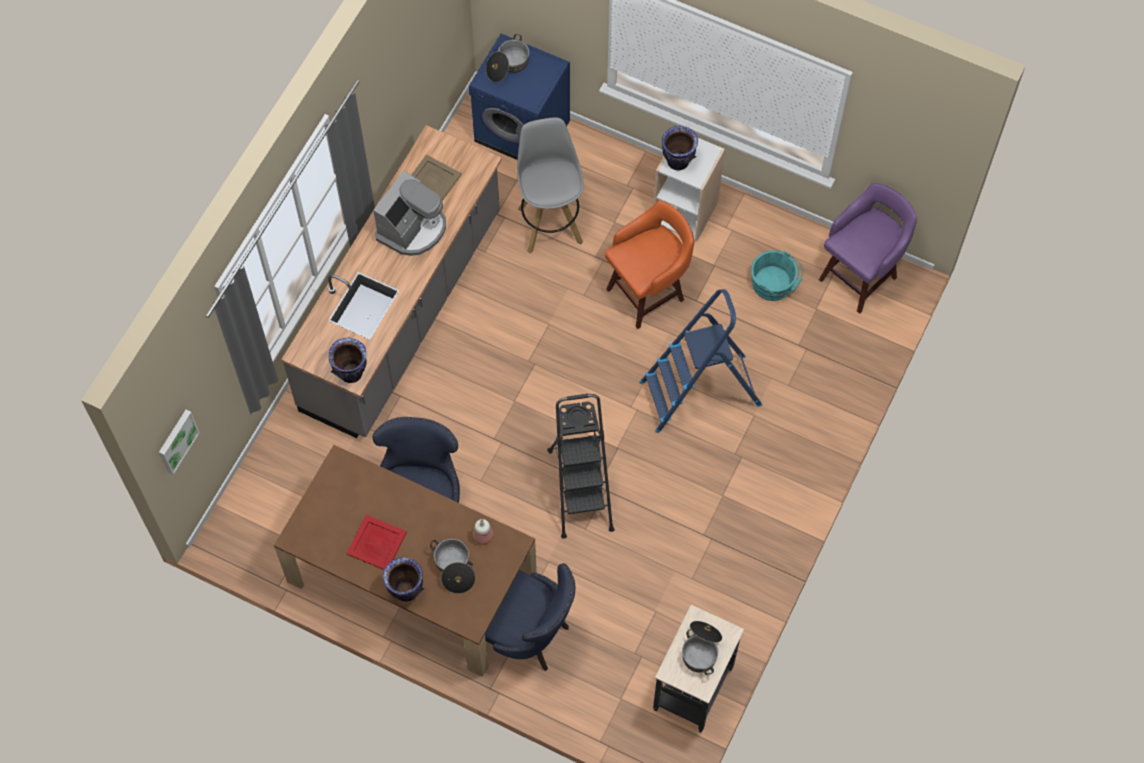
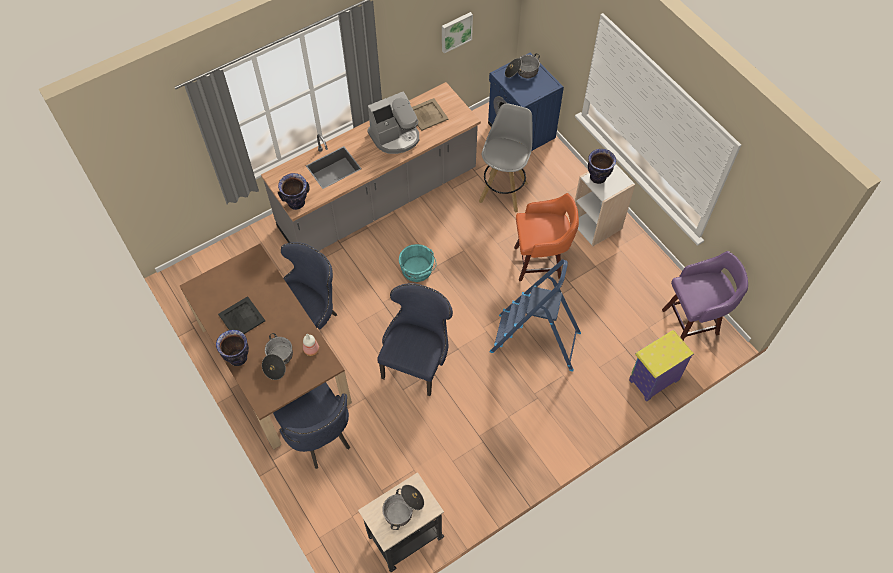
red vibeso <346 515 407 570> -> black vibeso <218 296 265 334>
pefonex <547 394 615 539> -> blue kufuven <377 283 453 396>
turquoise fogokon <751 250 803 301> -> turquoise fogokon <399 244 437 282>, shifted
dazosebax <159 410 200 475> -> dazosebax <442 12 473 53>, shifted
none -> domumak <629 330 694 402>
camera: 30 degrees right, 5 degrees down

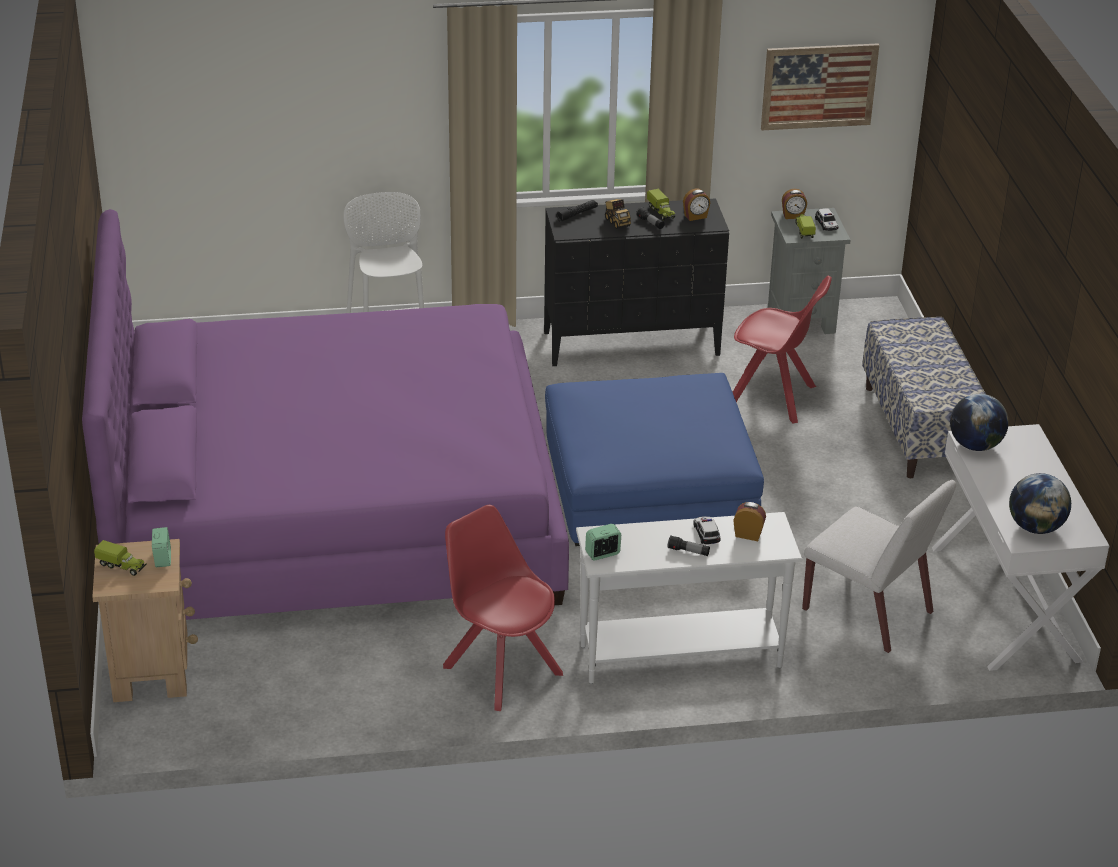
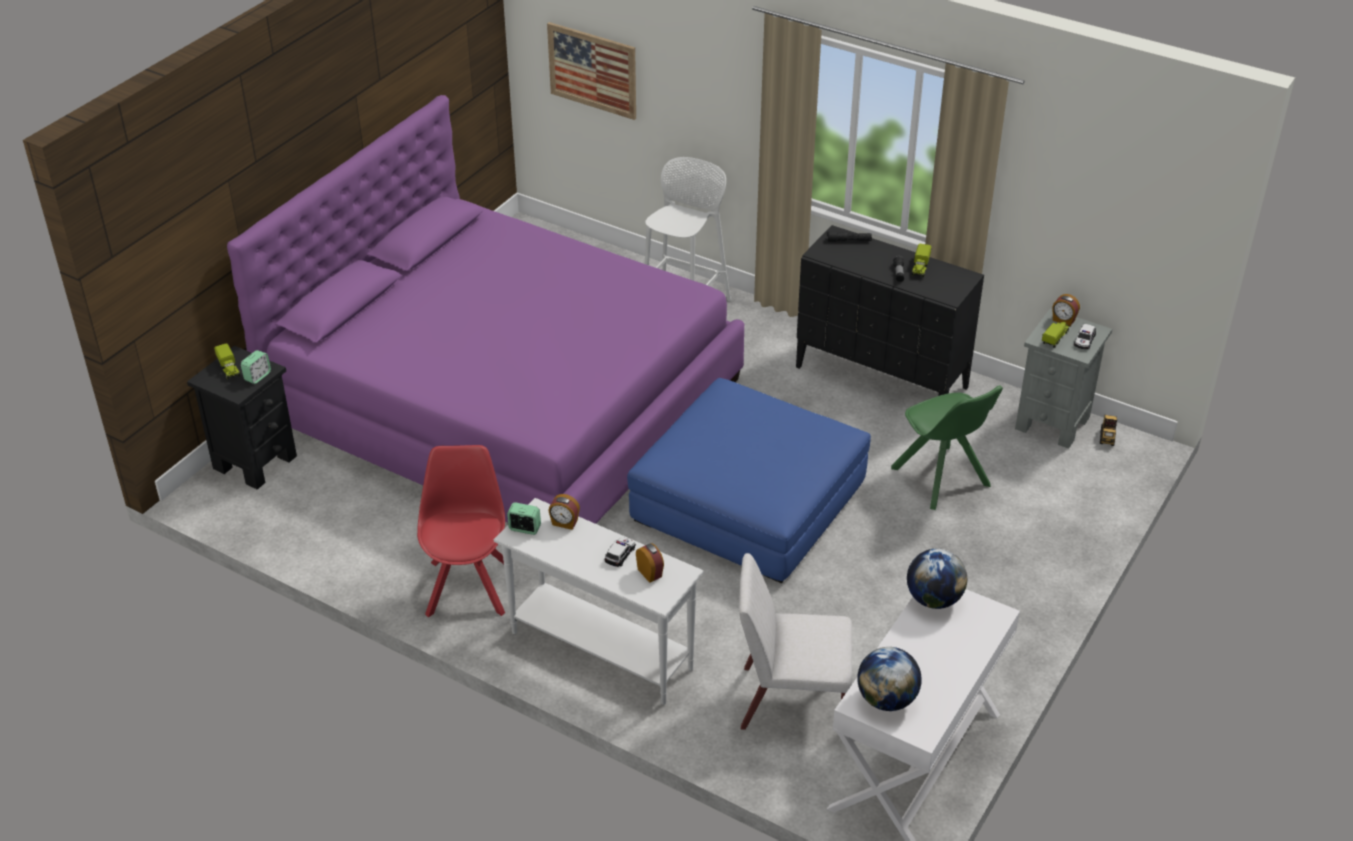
beige domumak <92 539 198 702> -> black domumak <187 346 297 490>
dazosebax <761 43 879 130> -> dazosebax <547 22 636 120>, shifted
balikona <683 189 710 221> -> balikona <548 494 580 530>, shifted
white kufuven <802 480 957 653> -> white kufuven <739 553 852 730>, 105 degrees clockwise
red kufuven <733 276 832 423> -> green kufuven <891 386 1003 510>
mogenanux <605 199 631 229> -> mogenanux <1100 415 1117 446>, shifted
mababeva <668 535 710 556> -> none
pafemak <862 317 986 478> -> none
camera: 40 degrees right, 5 degrees up

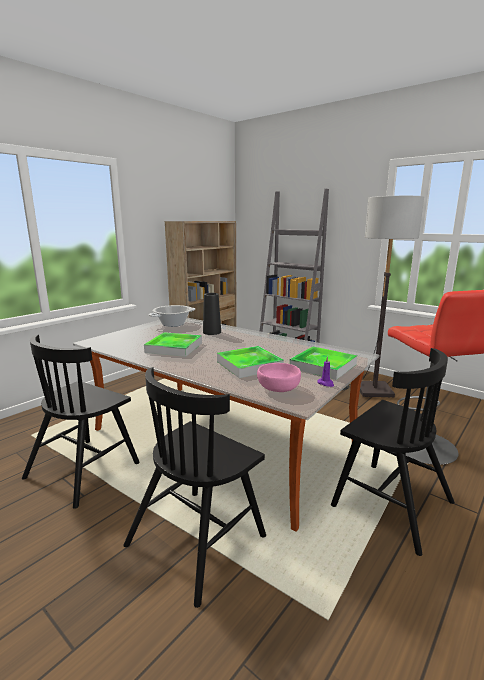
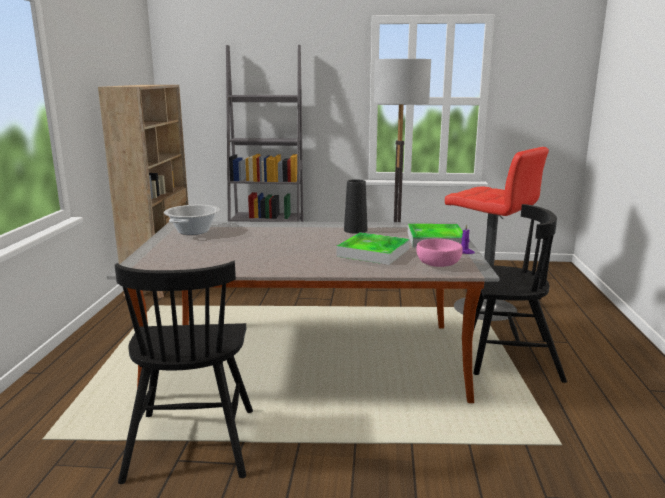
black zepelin <203 293 221 335> -> black zepelin <344 179 367 234>, shifted
black kufuven <123 367 266 608> -> none
vibeso <144 332 202 357> -> none
camera: 35 degrees left, 0 degrees up

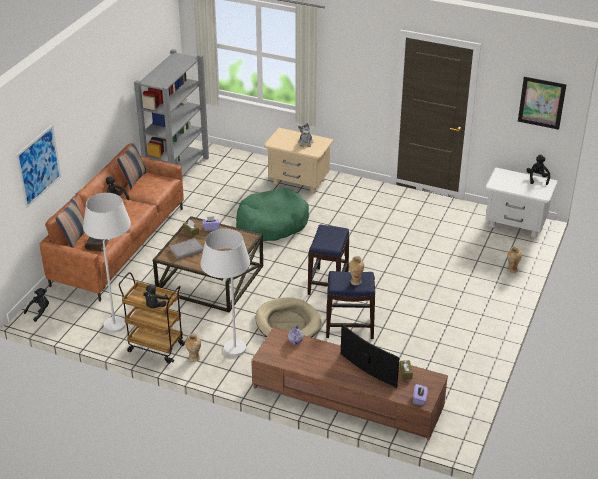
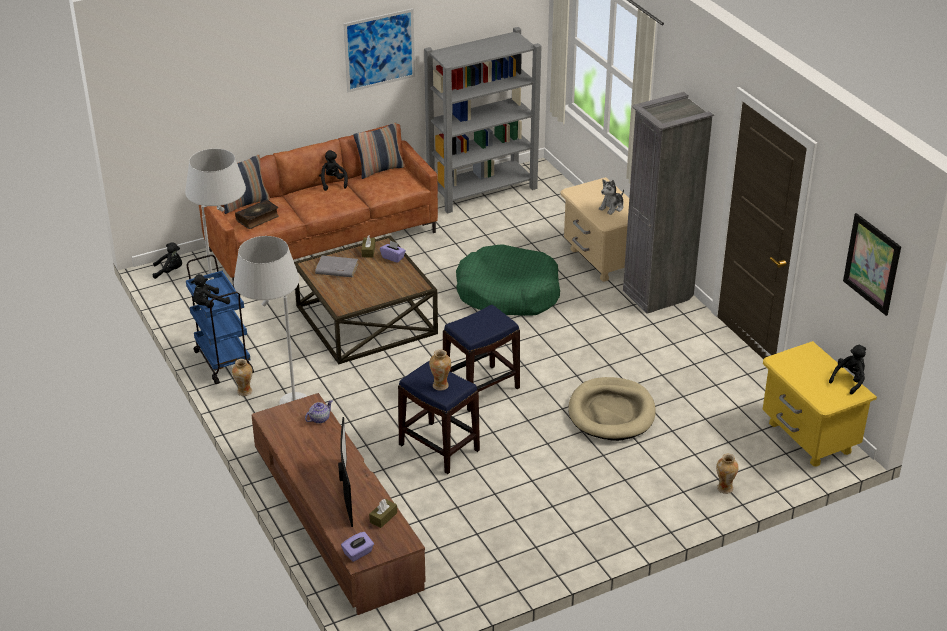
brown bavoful <119 272 185 364> -> blue bavoful <186 255 254 384>
dazosebax <16 125 61 208> -> dazosebax <343 8 415 92>, shifted
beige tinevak <256 297 322 338> -> beige tinevak <568 377 656 441>, shifted
none -> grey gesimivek <623 92 714 314>
white domumak <486 168 558 238> -> yellow domumak <763 341 877 467>
camera: 40 degrees right, 0 degrees up

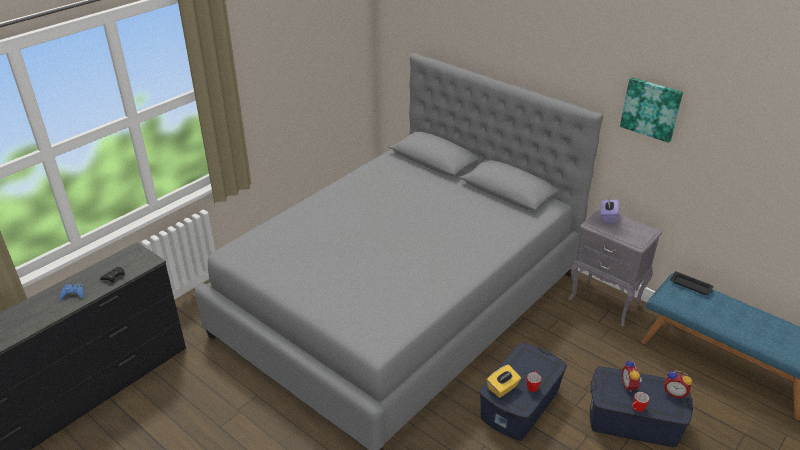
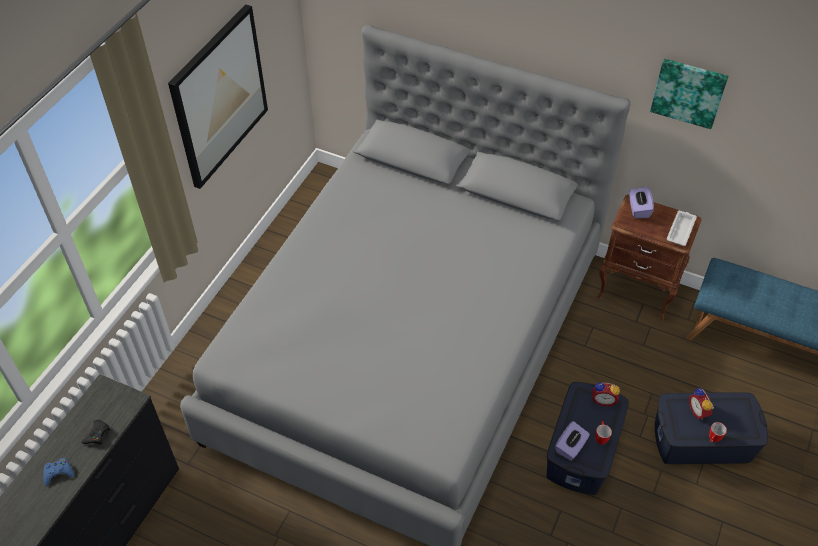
none -> dazosebax <168 5 268 189>
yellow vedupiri <487 365 521 398> -> purple vedupiri <555 421 590 461>
balikona <664 370 692 398> -> balikona <592 382 620 406>, shifted
grey domumak <568 208 662 327> -> brown domumak <596 195 702 322>
none -> white vibeso <667 211 697 246>
black vibeso <670 271 714 295> -> none
camera: 15 degrees left, 15 degrees up

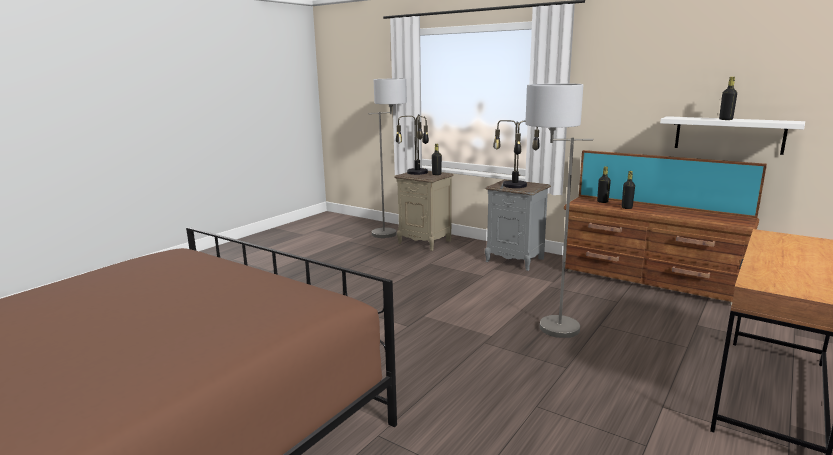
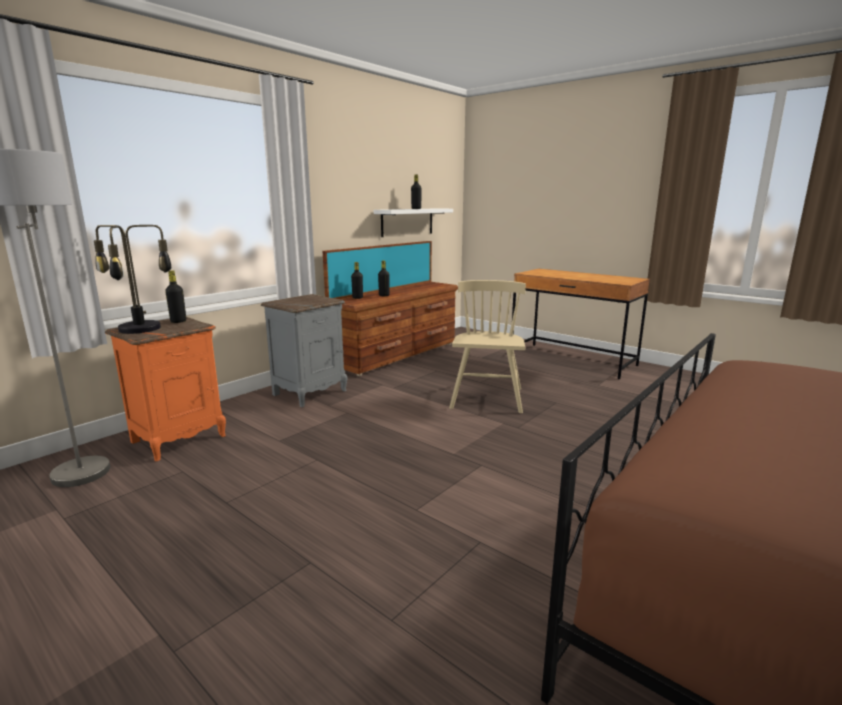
beige domumak <394 171 454 251> -> orange domumak <105 317 226 461>
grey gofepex <525 83 593 338> -> beige kufuven <449 280 526 413>
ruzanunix <493 120 539 188> -> none
camera: 85 degrees left, 0 degrees up

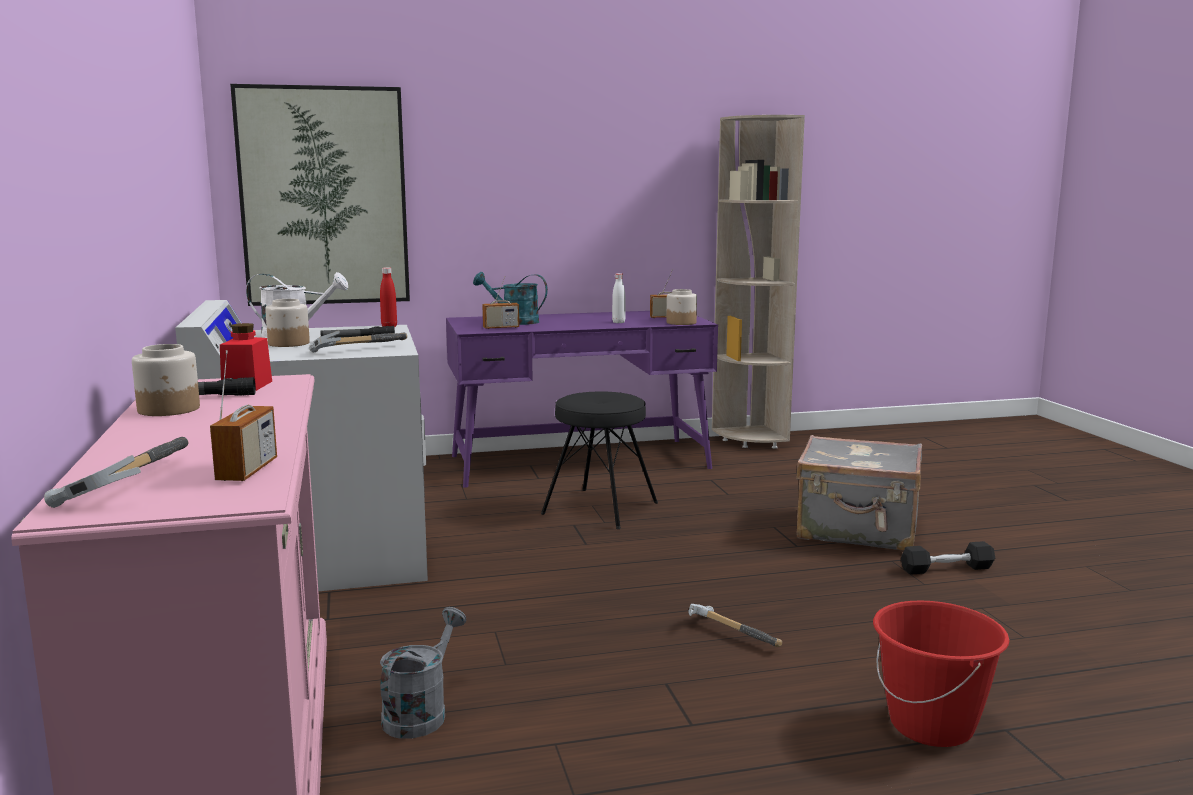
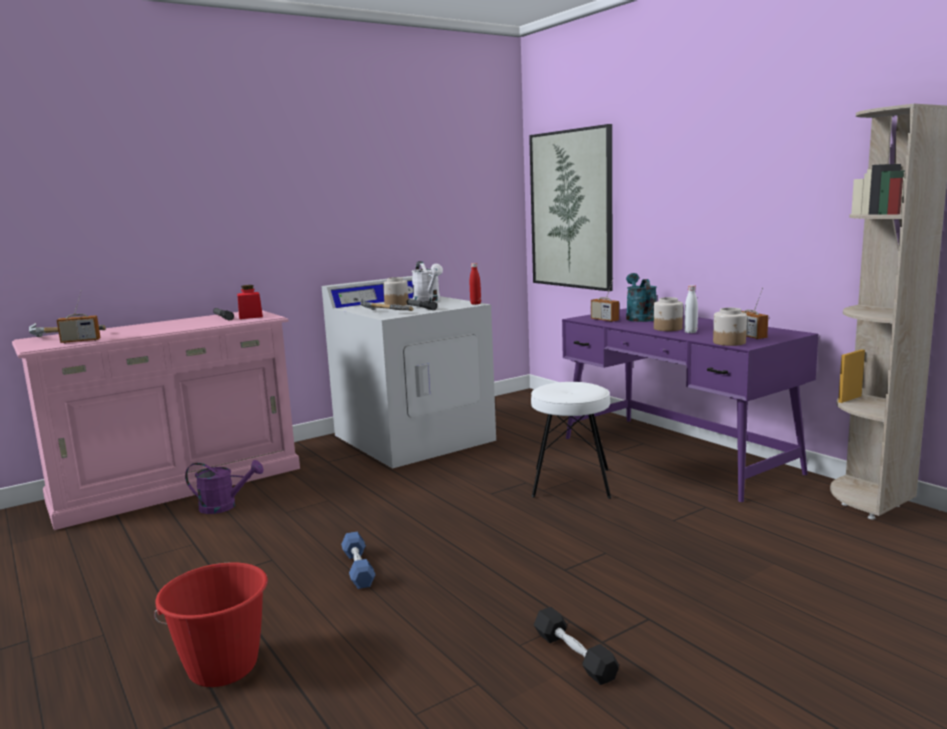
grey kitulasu <380 607 466 739> -> purple kitulasu <185 460 263 514>
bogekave <688 604 782 647> -> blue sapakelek <341 532 375 589>
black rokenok <541 392 658 529> -> white rokenok <531 382 611 499>
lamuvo <132 344 200 416> -> lamuvo <654 297 683 331>, shifted
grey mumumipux <796 435 922 551> -> none
camera: 70 degrees right, 0 degrees up

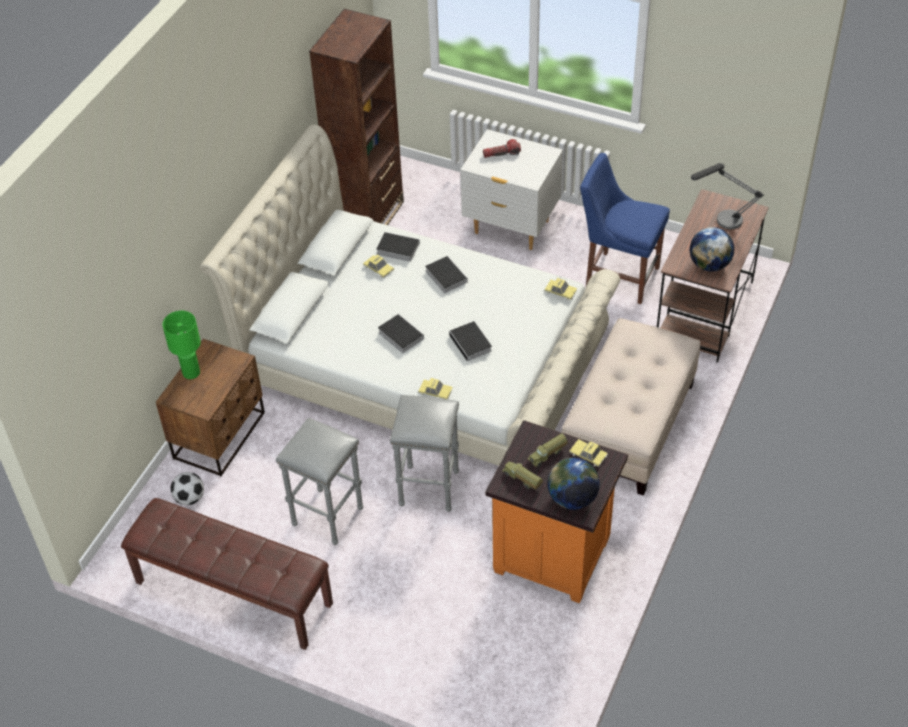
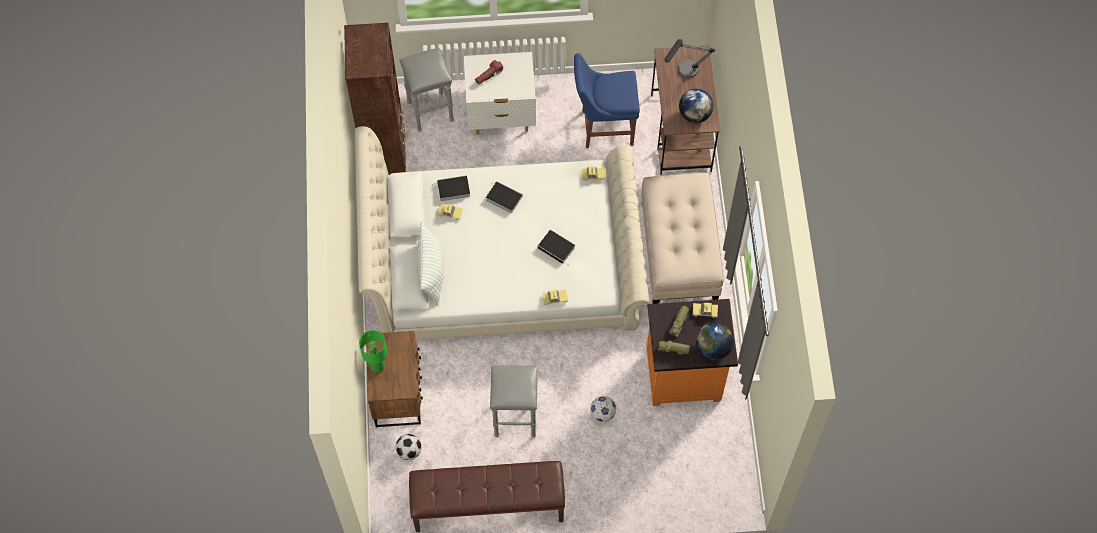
grey rokenok <390 395 459 512> -> grey rokenok <400 48 454 132>, shifted
none -> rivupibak <417 222 444 305>
none -> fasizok <590 396 616 422>
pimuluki <378 314 424 353> -> none
camera: 30 degrees left, 15 degrees up

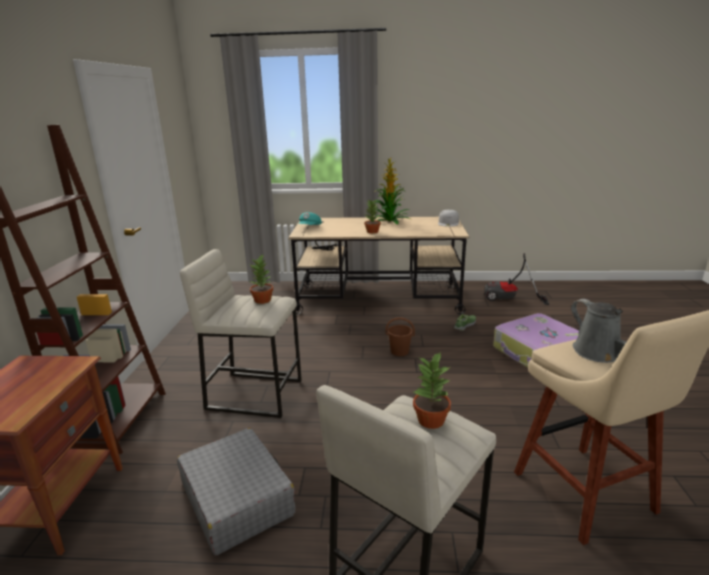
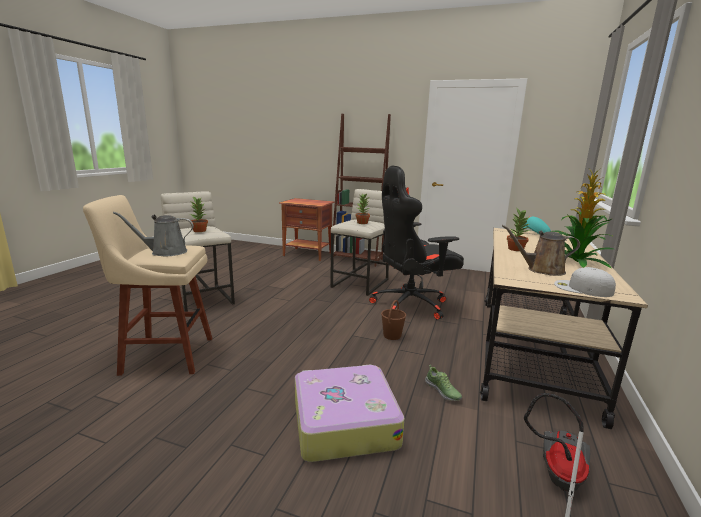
none -> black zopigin <369 166 464 320>
none -> brown kitulasu <502 225 580 276>
grey mumumipux <177 428 295 556> -> none
camera: 105 degrees right, 5 degrees down

